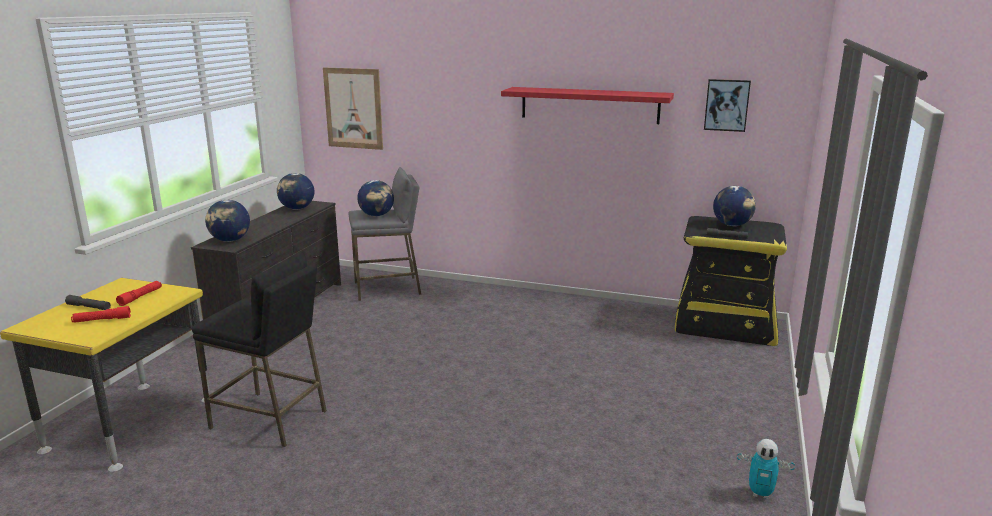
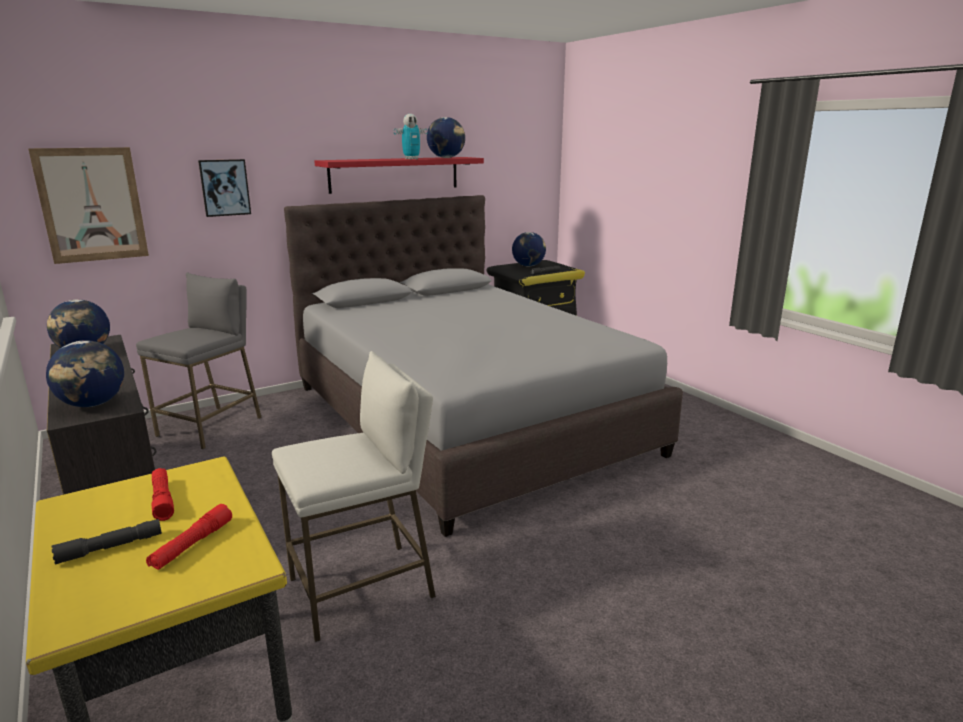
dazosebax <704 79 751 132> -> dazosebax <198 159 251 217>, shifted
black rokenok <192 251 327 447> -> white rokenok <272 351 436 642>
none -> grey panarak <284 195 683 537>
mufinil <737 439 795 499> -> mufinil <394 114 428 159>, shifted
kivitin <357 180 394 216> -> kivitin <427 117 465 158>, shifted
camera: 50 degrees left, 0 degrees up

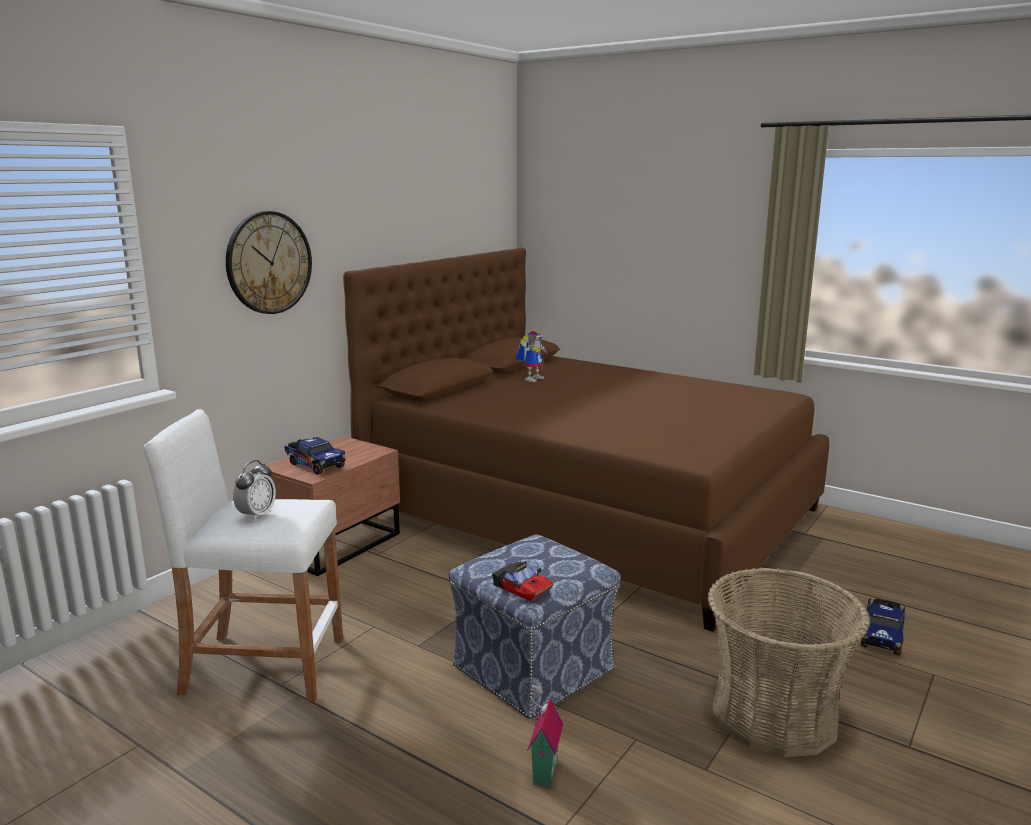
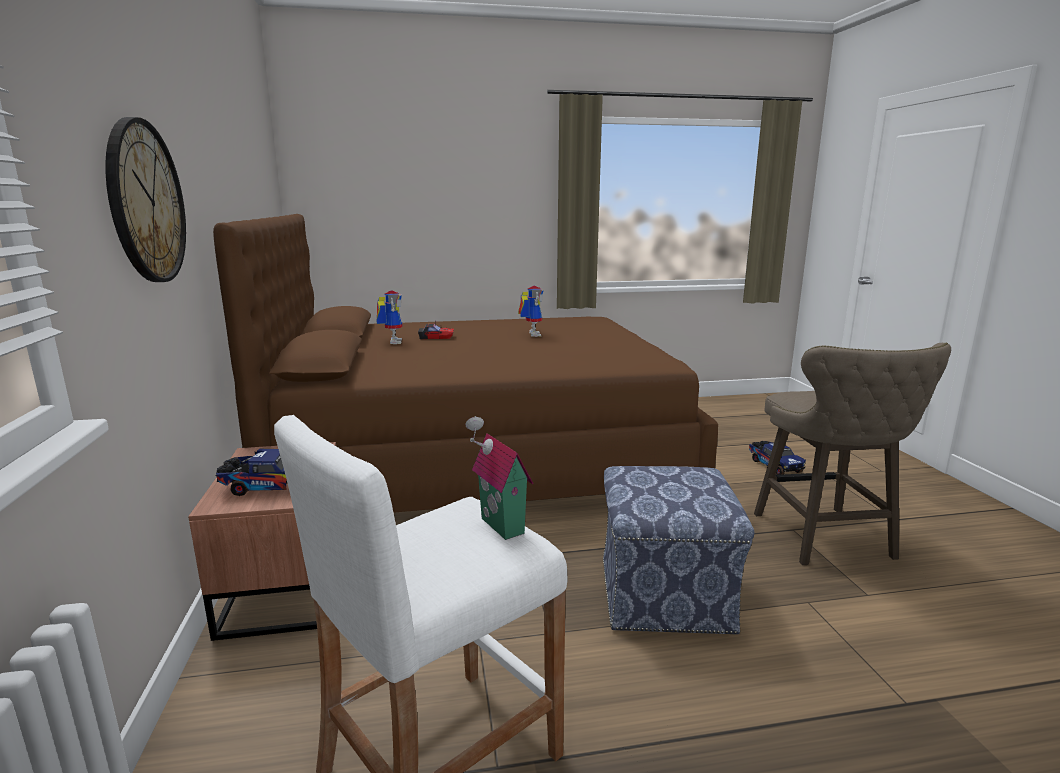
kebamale <492 561 554 601> -> kebamale <418 320 454 339>, shifted
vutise <527 683 563 787> -> vutise <465 416 533 540>, shifted
none -> mufinil <518 286 544 337>
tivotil <708 567 870 757> -> beige rokenok <754 343 951 565>
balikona <233 460 276 521> -> none
camera: 45 degrees left, 0 degrees up

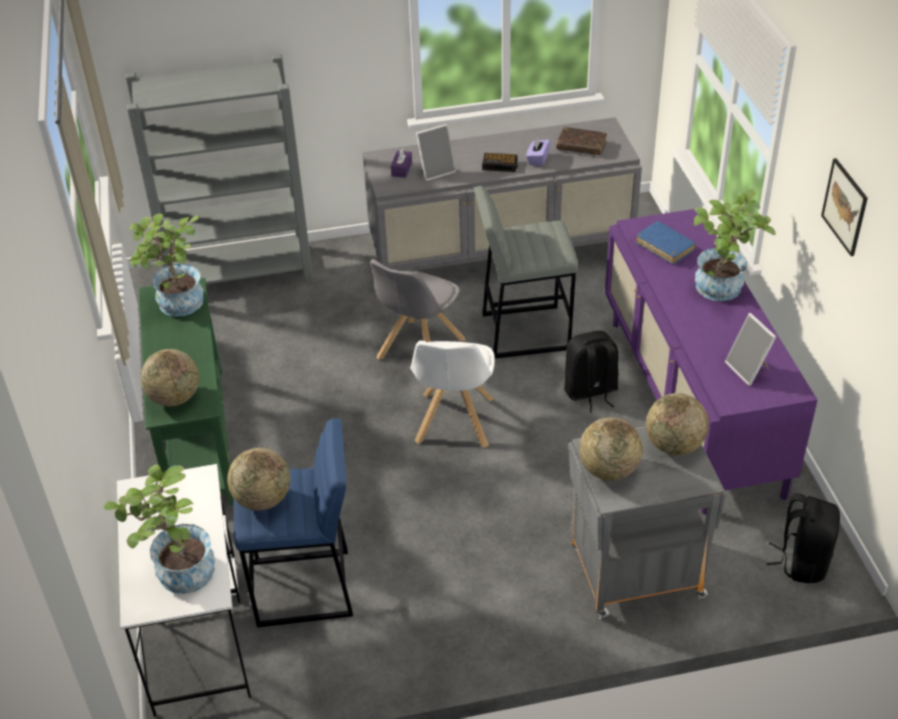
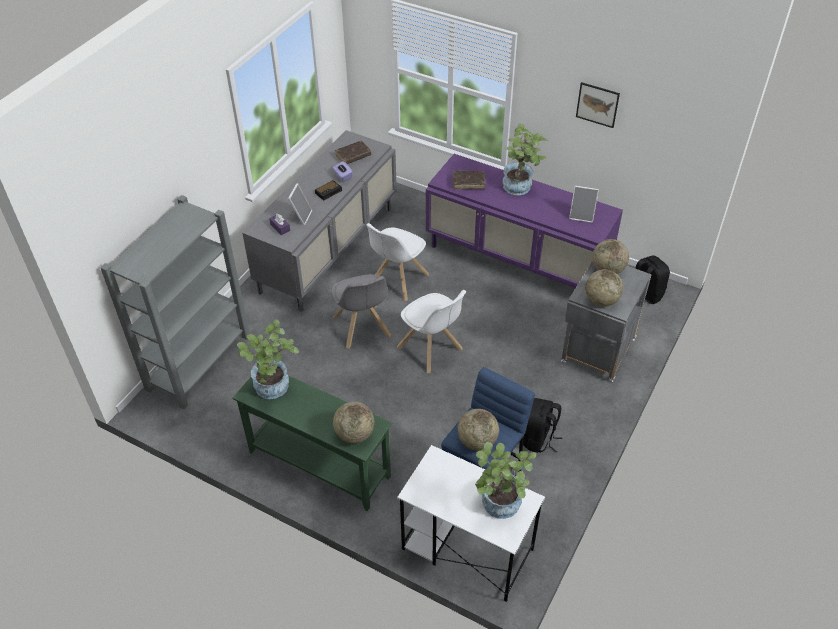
grey rokenok <473 186 578 359> -> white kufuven <366 223 429 301>
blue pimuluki <636 221 696 265> -> brown pimuluki <452 171 486 190>
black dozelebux <564 331 618 413> -> black dozelebux <523 398 563 453>, shifted
camera: 50 degrees left, 5 degrees up

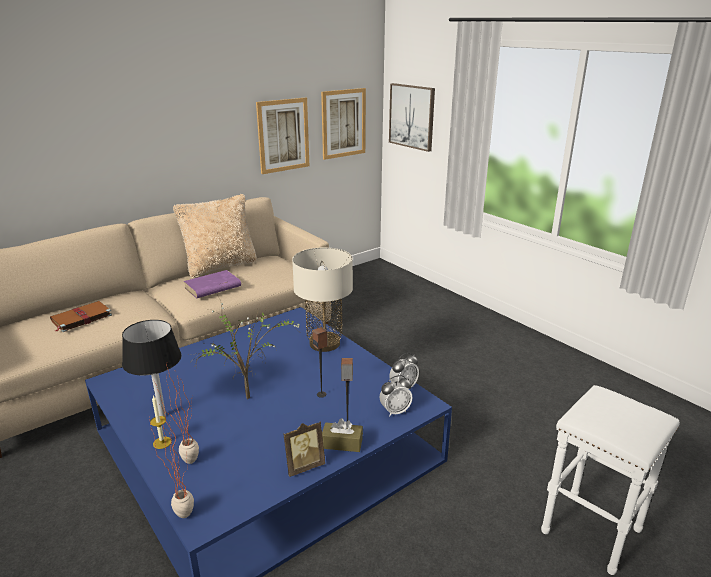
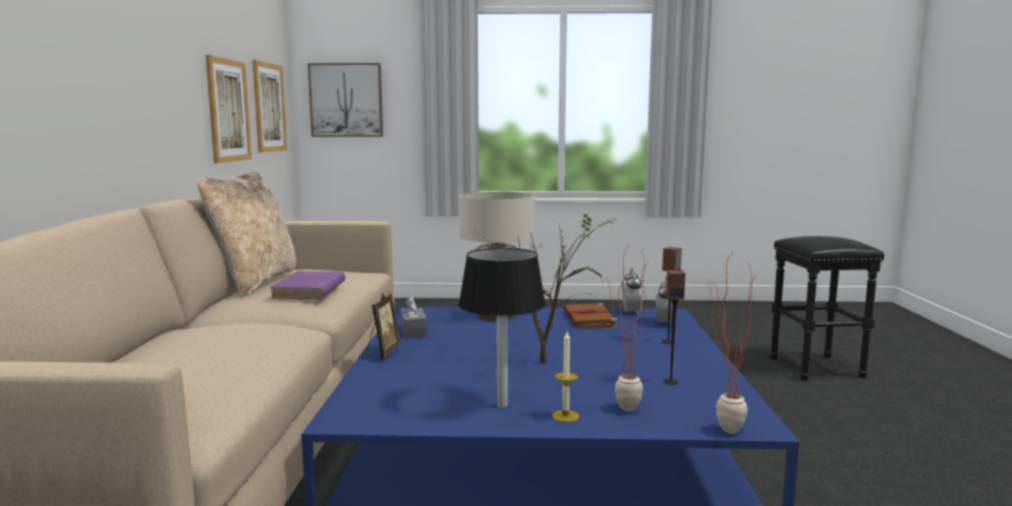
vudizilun <283 422 325 477> -> vudizilun <366 293 401 359>, shifted
none -> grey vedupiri <400 297 427 338>
brown pimuluki <50 301 112 332> -> brown pimuluki <563 303 617 329>, shifted
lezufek <312 327 328 398> -> lezufek <663 270 685 385>, shifted
white rokenok <541 385 680 575> -> black rokenok <770 236 884 381>
brown vedupiri <322 418 363 452> -> none
camera: 50 degrees left, 15 degrees down

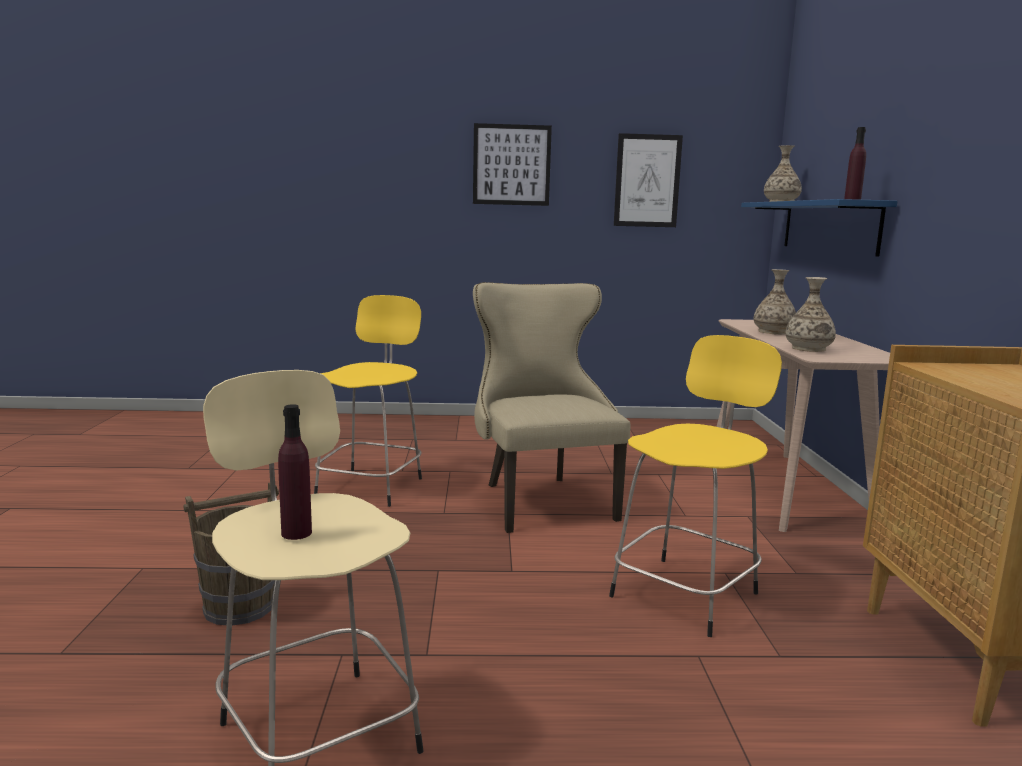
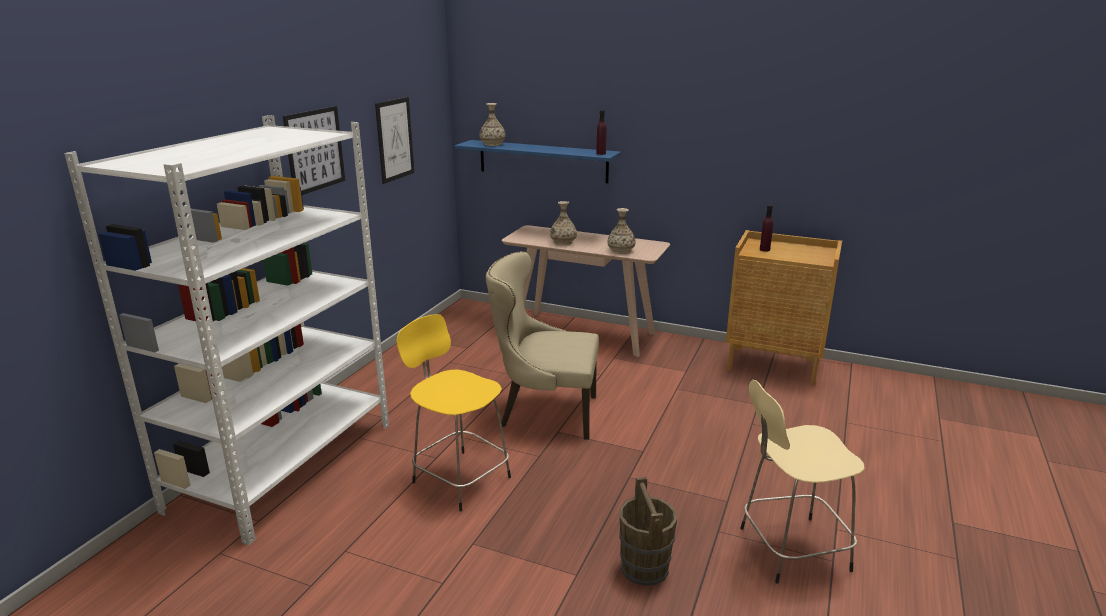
none -> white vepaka <64 115 389 545>
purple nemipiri <278 404 312 540> -> purple nemipiri <760 205 773 252>, shifted
yellow rokenok <609 335 782 637> -> none
camera: 65 degrees left, 10 degrees up

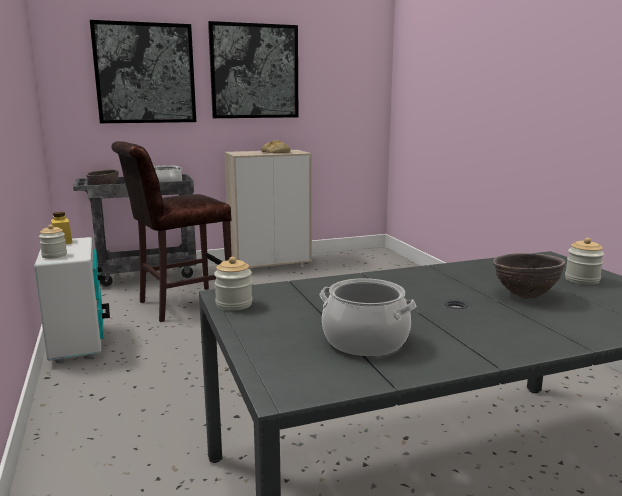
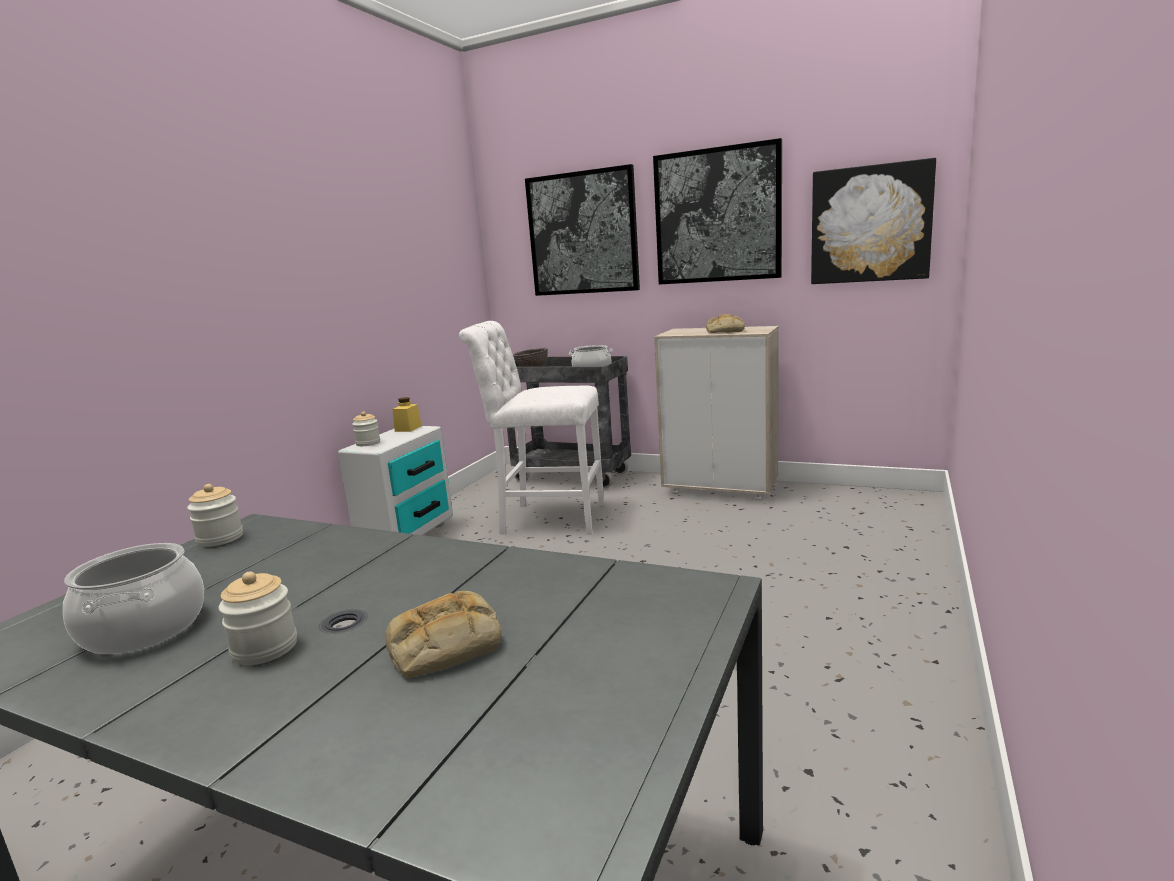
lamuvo <565 238 604 285> -> lamuvo <218 571 297 665>, shifted
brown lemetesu <493 253 566 299> -> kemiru <385 591 502 678>
brown rokenok <111 141 232 322> -> white rokenok <459 321 604 535>
none -> dazosebax <811 158 936 284>
camera: 45 degrees right, 0 degrees up

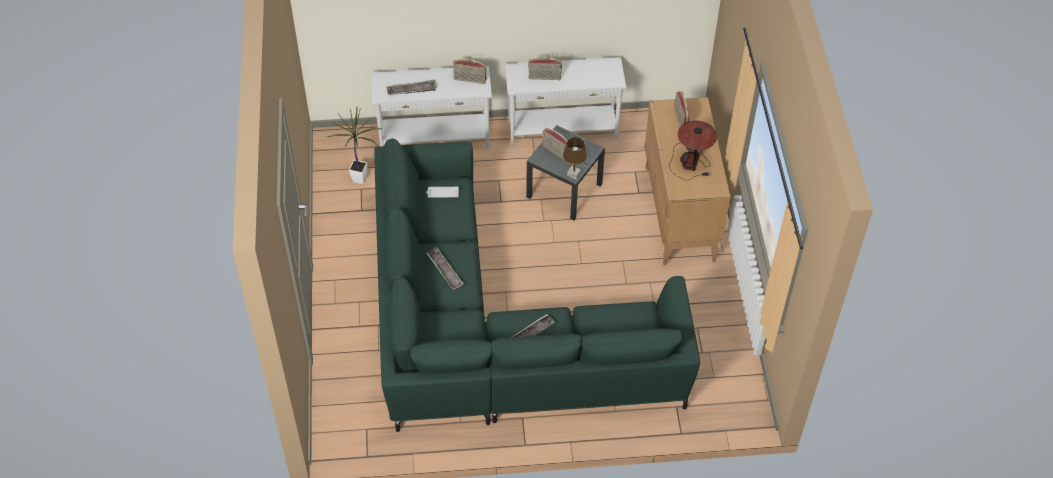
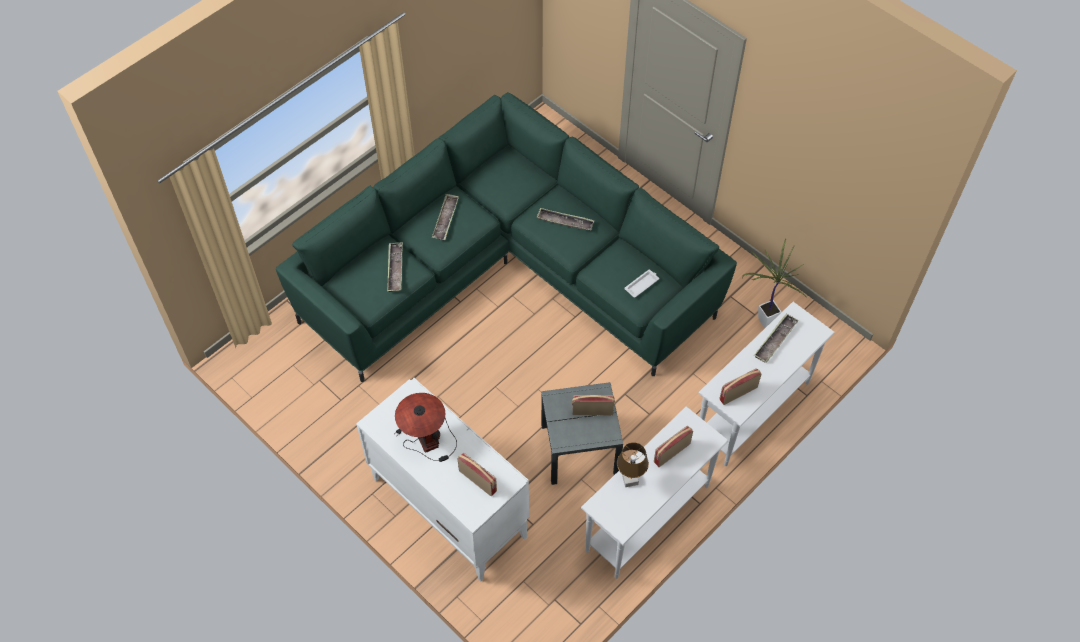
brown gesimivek <645 97 730 265> -> white gesimivek <356 378 529 581>
none -> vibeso <387 242 403 292>
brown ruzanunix <563 137 587 180> -> brown ruzanunix <617 442 649 487>, shifted
camera: 140 degrees right, 5 degrees up

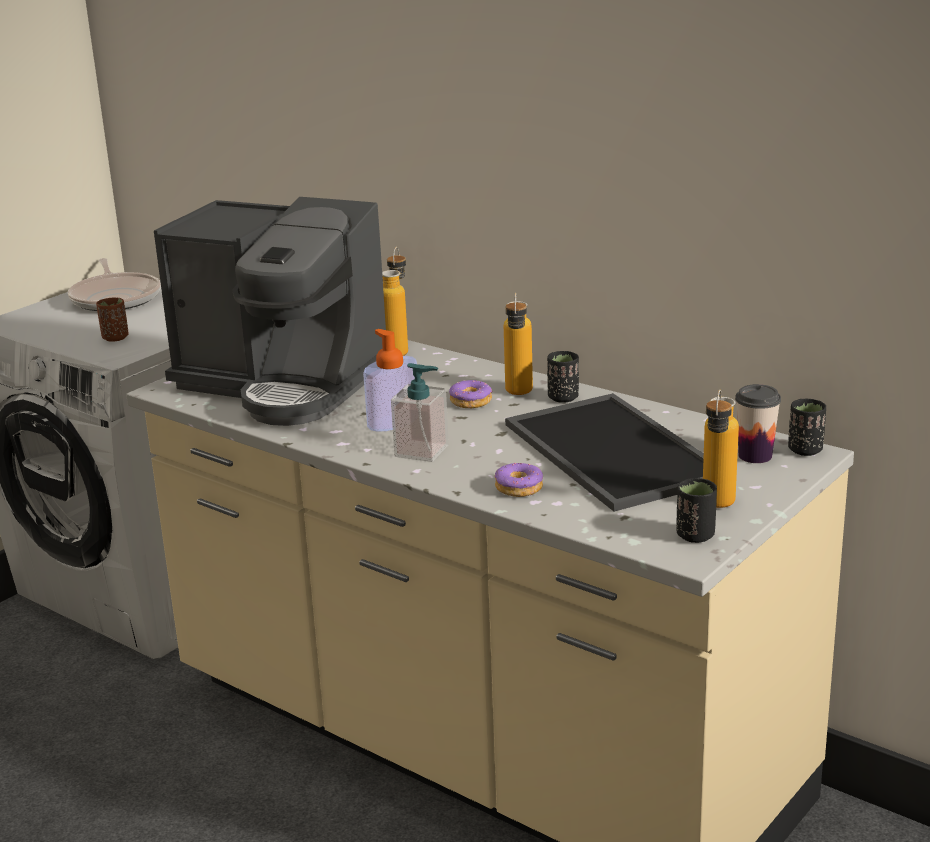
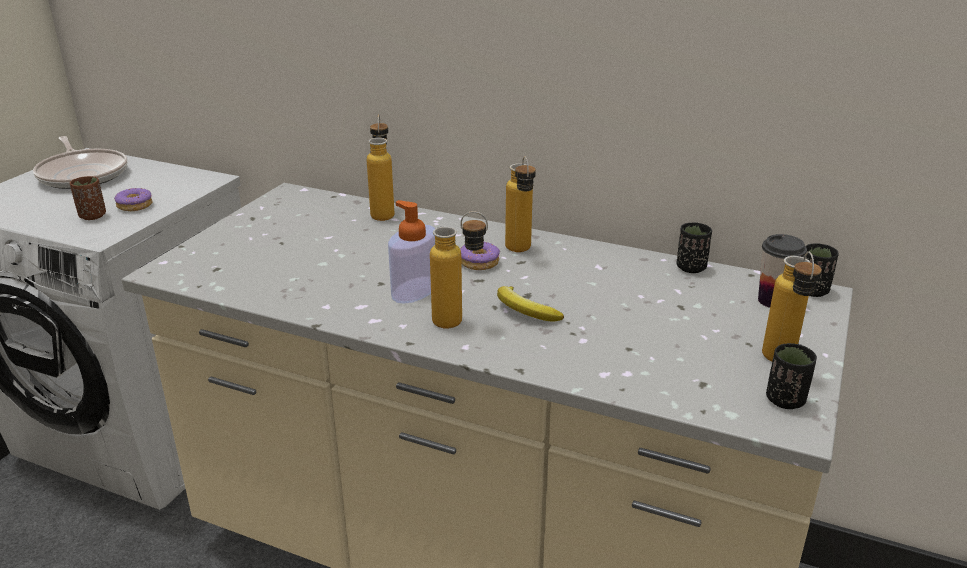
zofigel <494 463 543 497> -> zofigel <114 188 153 211>, shifted
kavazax <391 363 449 462> -> nemipiri <430 211 488 329>
none -> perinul <497 286 564 322>
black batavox <547 351 579 403> -> black batavox <676 222 712 273>, shifted
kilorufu <154 197 386 426> -> none
vibeso <505 393 704 512> -> none
camera: 15 degrees left, 5 degrees up

